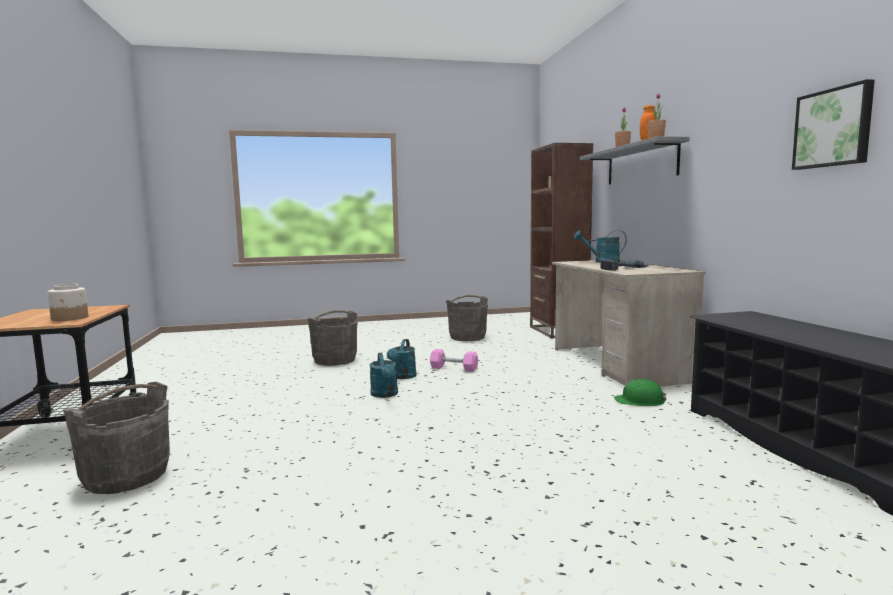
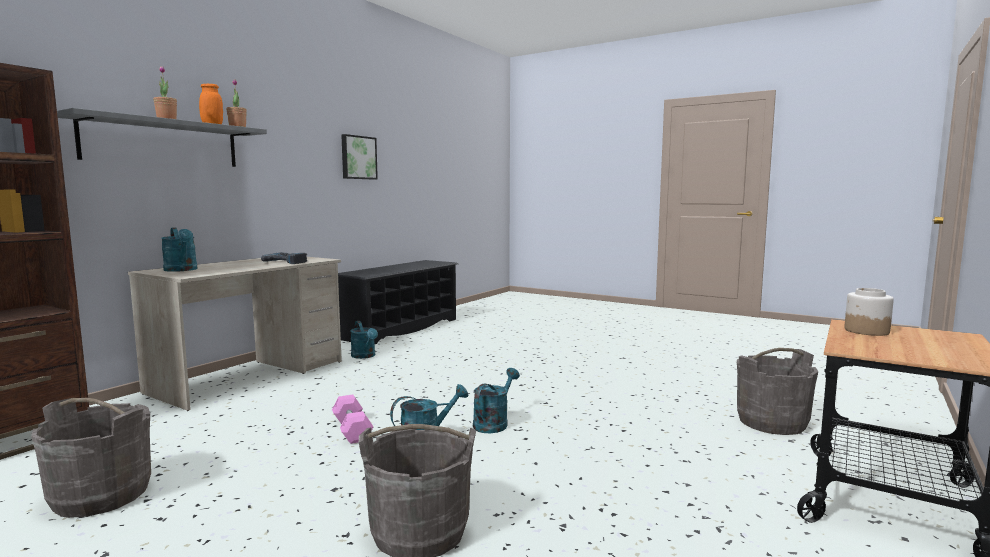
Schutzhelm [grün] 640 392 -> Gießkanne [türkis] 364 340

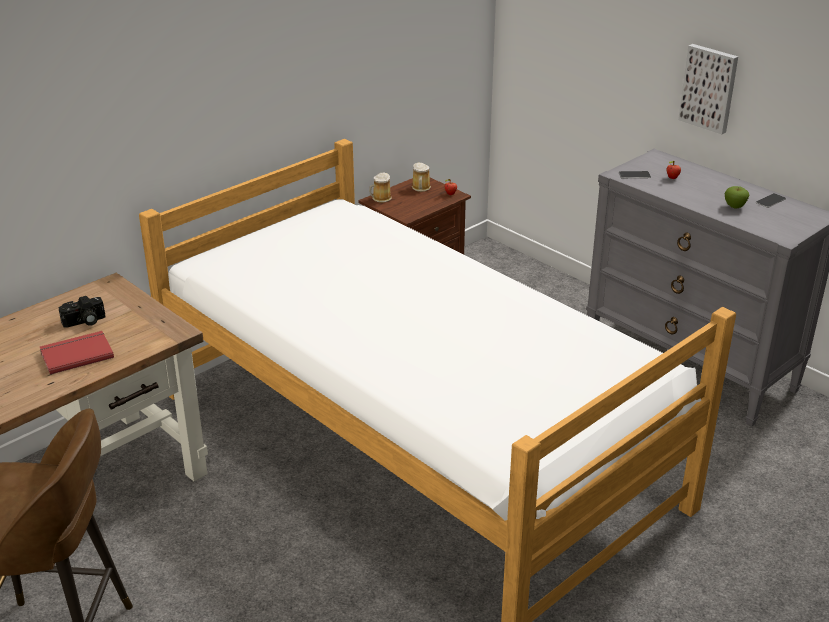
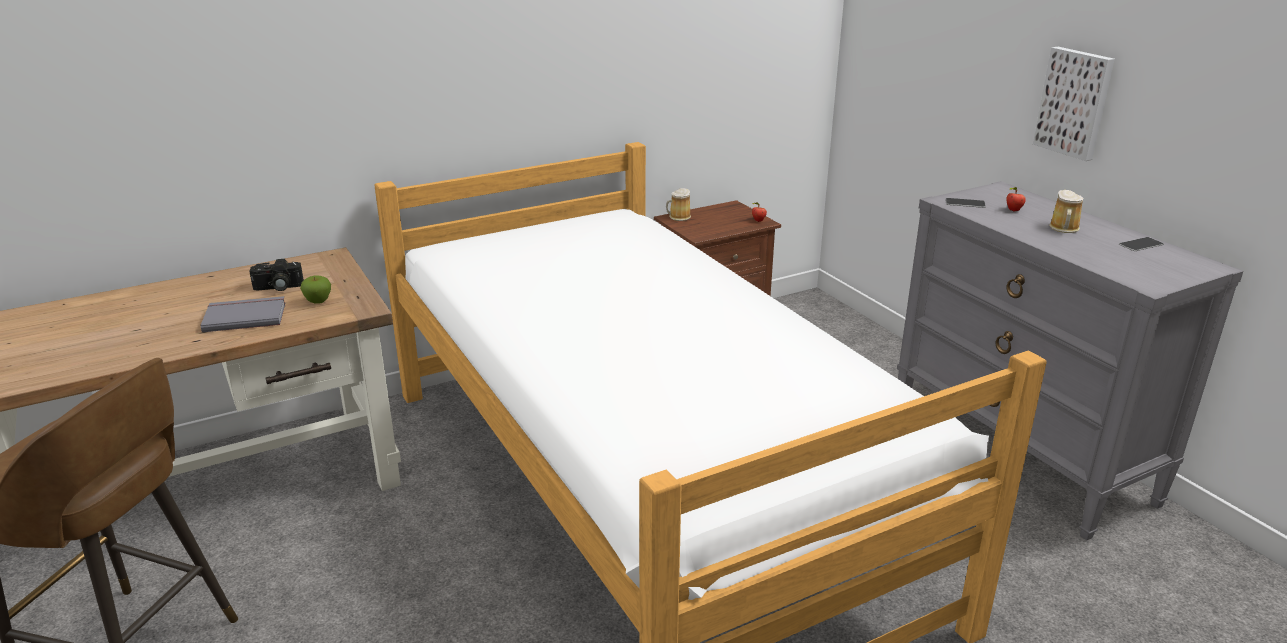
Buch [rot] 77 353 -> Buch [grau] 242 314
Henkelbecher 421 177 -> Henkelbecher 1066 211, move
Apfel 737 197 -> Apfel 315 290, move

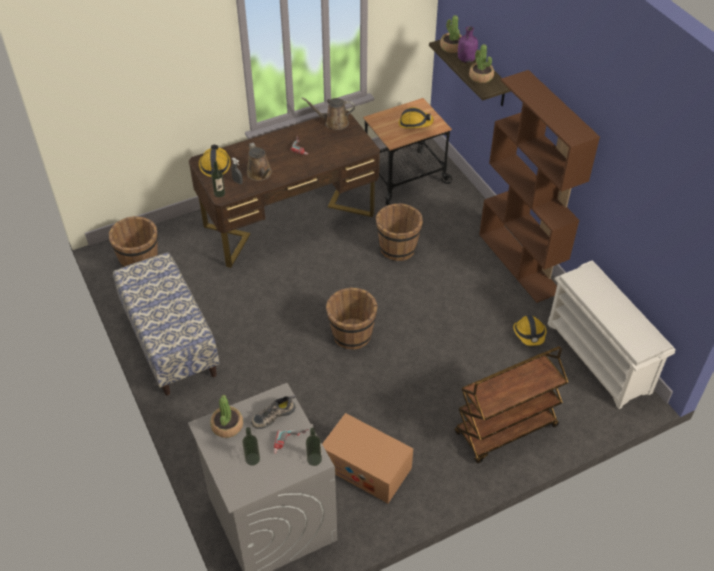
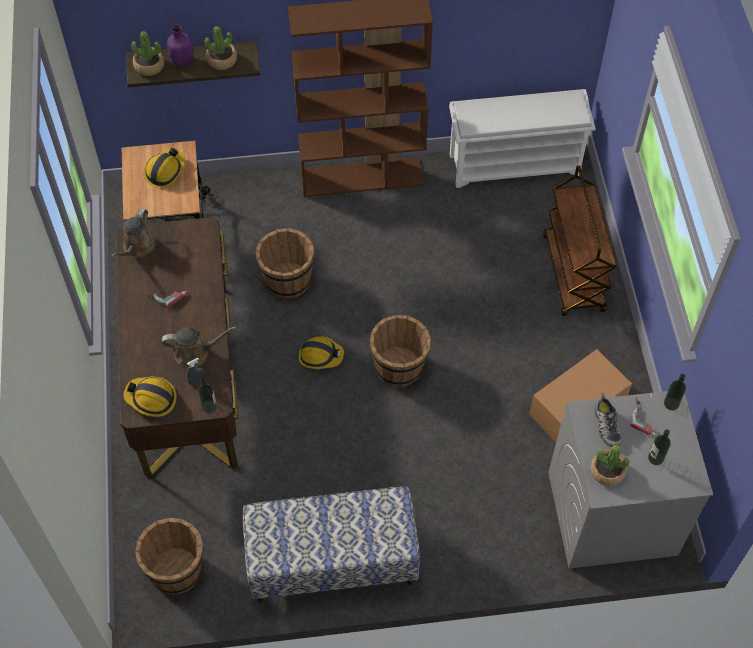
Schutzhelm 530 330 -> Schutzhelm 321 352, move

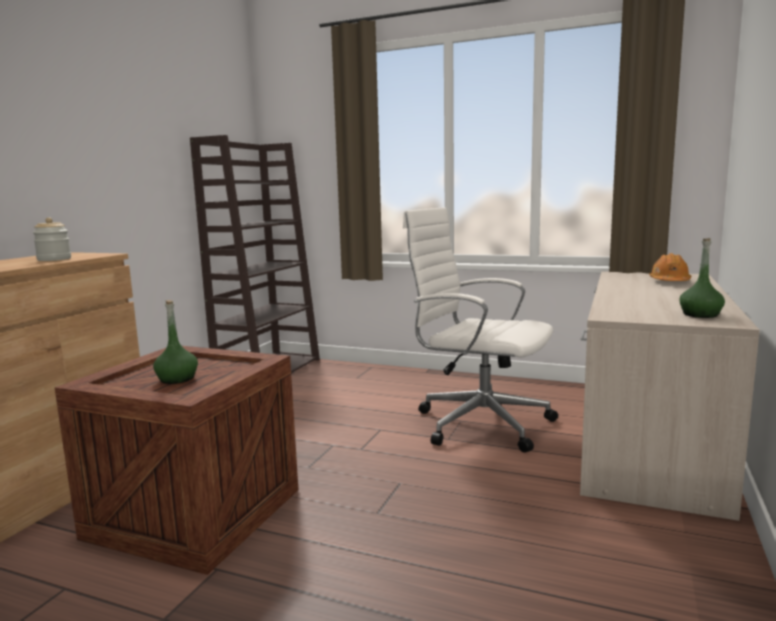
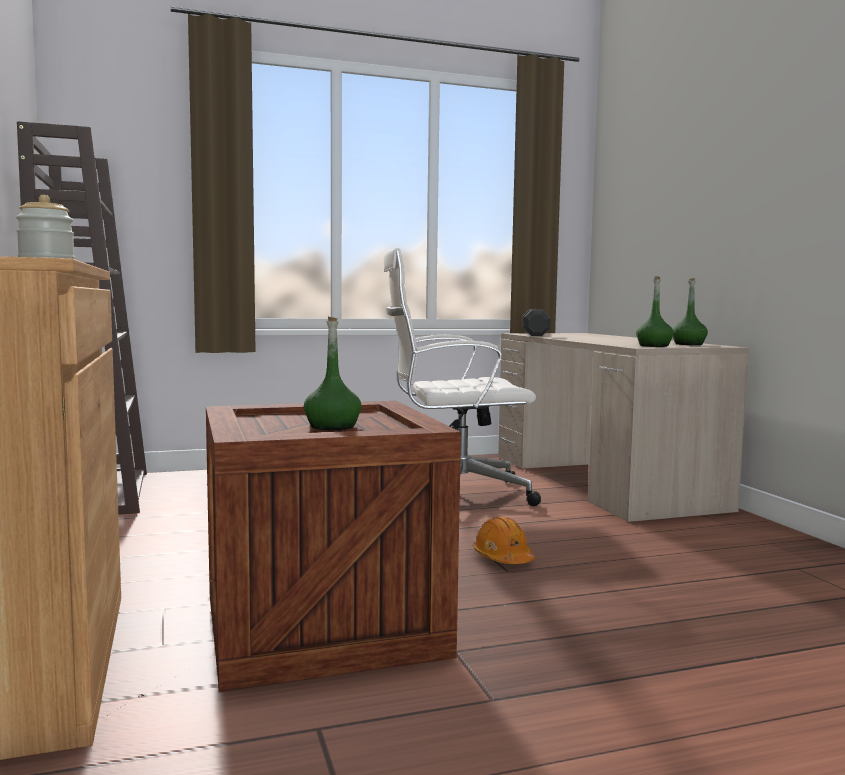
Schutzhelm [orange] 670 267 -> Schutzhelm [orange] 504 540, move
none -> Hantel [schwarz] 536 322
none -> Flasche [grün] 655 311

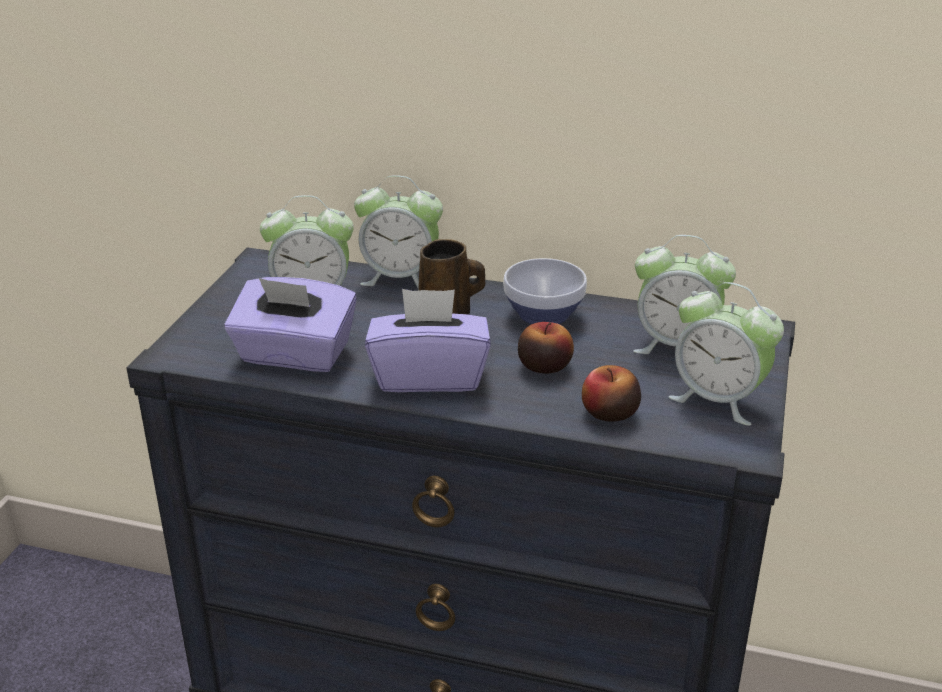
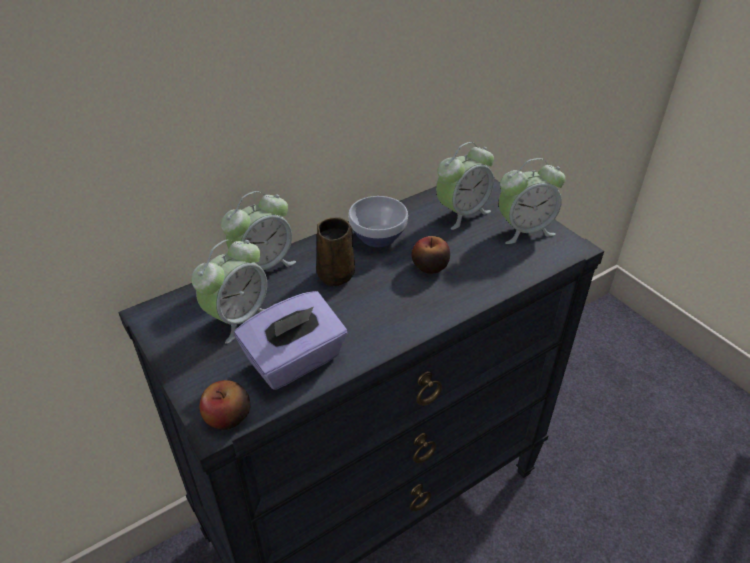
Taschentuchbox [lila] 428 340 -> none
Apfel 611 393 -> Apfel 224 405, move

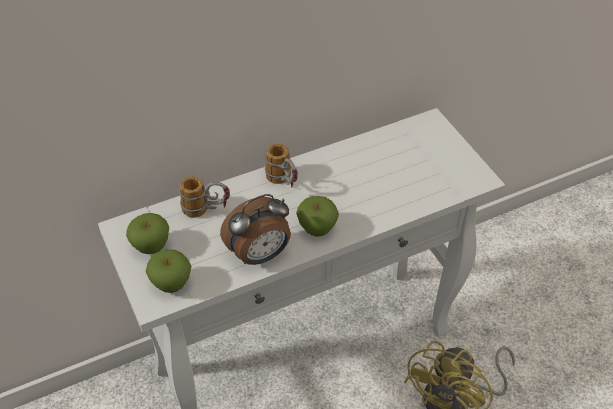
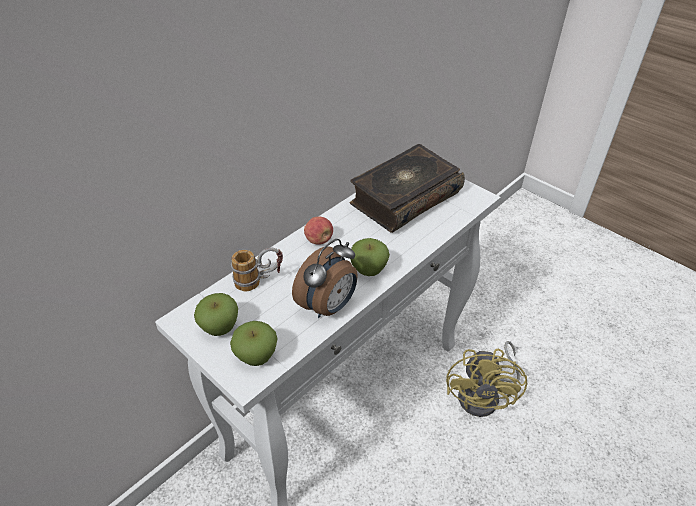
Henkelbecher 281 166 -> Apfel 318 231
none -> Buch 407 188

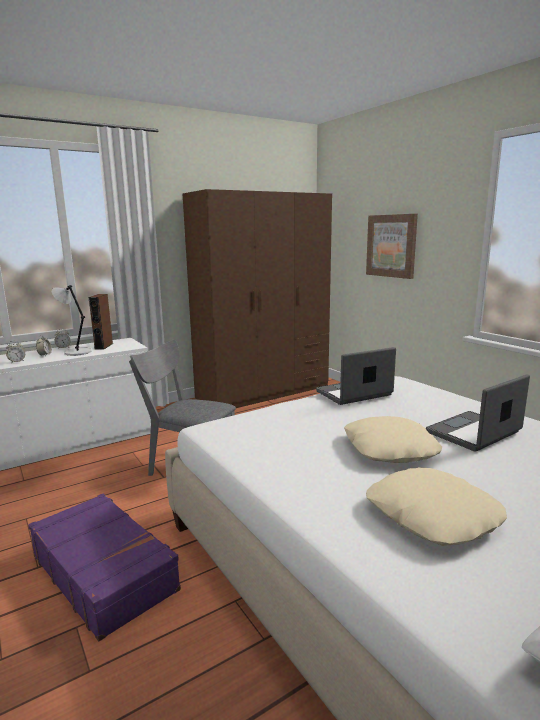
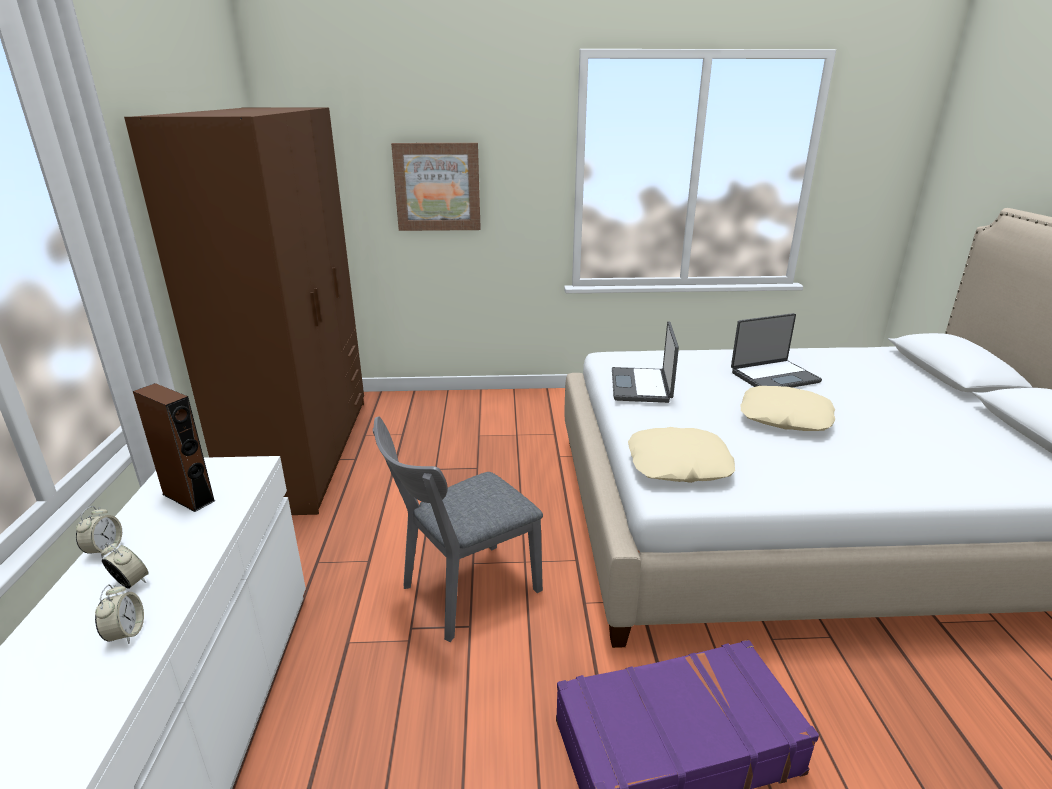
Tischlampe [grau] 71 320 -> none
Kissen [beige] 436 506 -> Kissen [beige] 681 455, move
Laptop 478 413 -> Laptop 776 350, 105 degrees counterclockwise

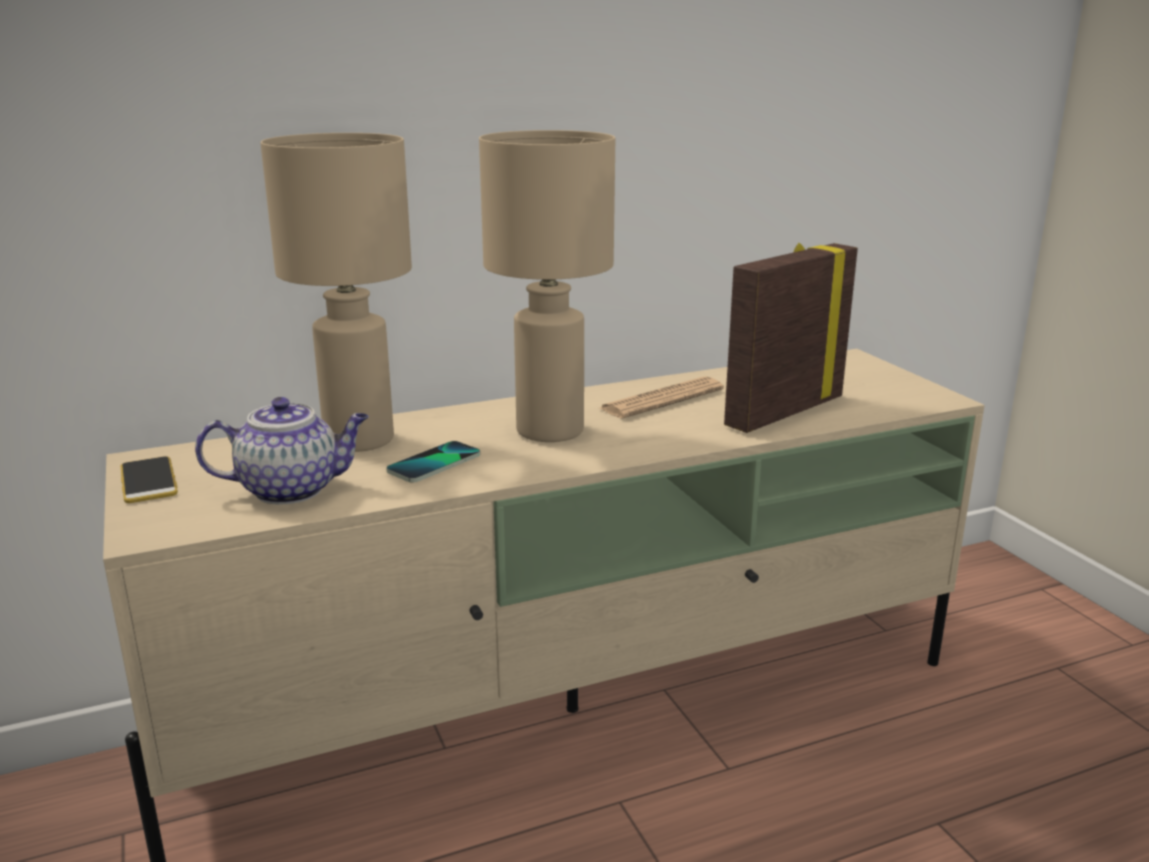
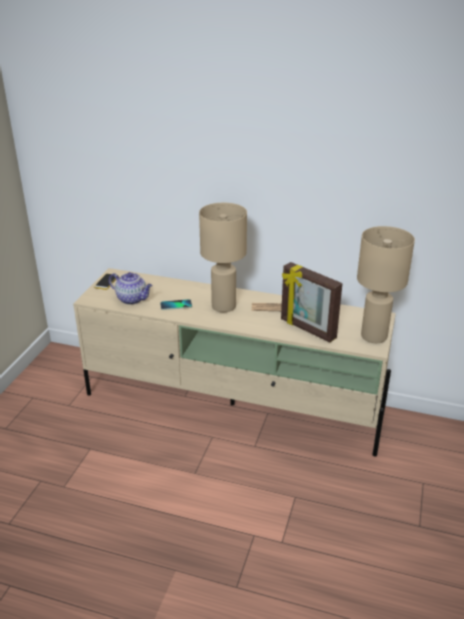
Tischlampe [beige] 336 292 -> Tischlampe [beige] 386 284, move
Bilderrahmen 791 338 -> Bilderrahmen 311 302, 135 degrees counterclockwise

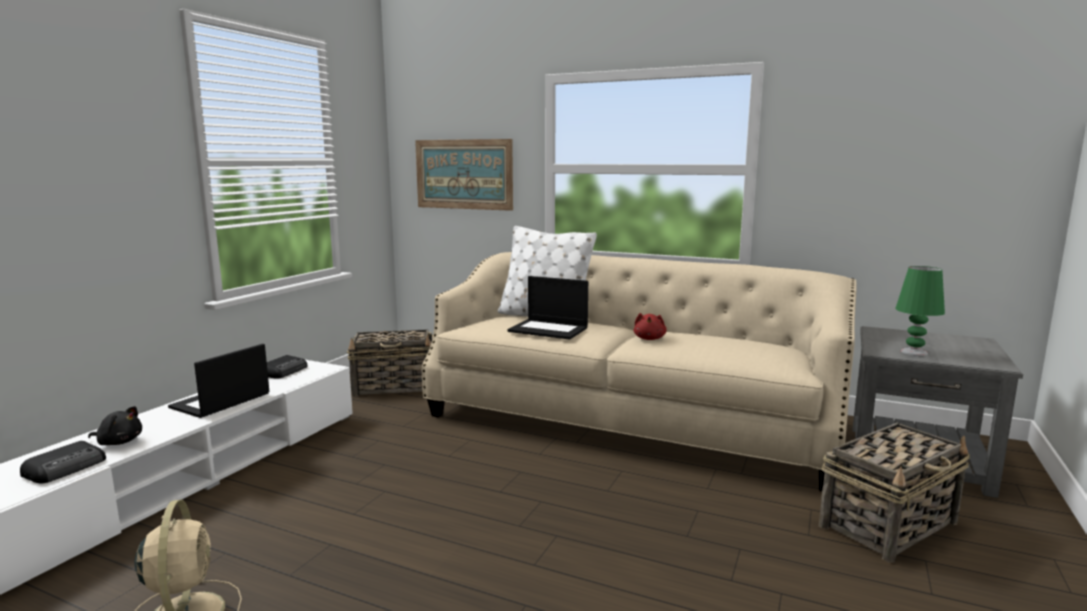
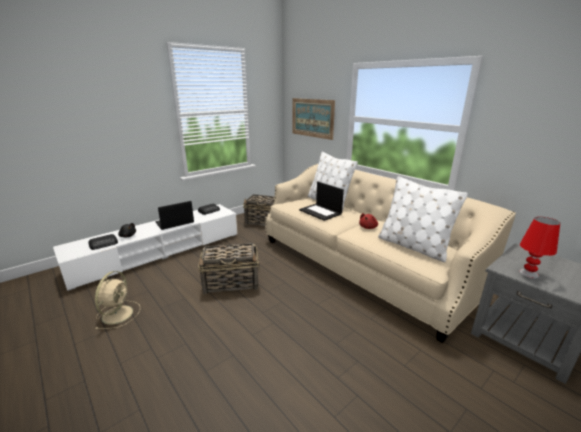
Korb 894 493 -> Korb 229 268, move
Tischlampe [grün] 920 311 -> Tischlampe [rot] 539 248
none -> Kissen [weiß] 423 219

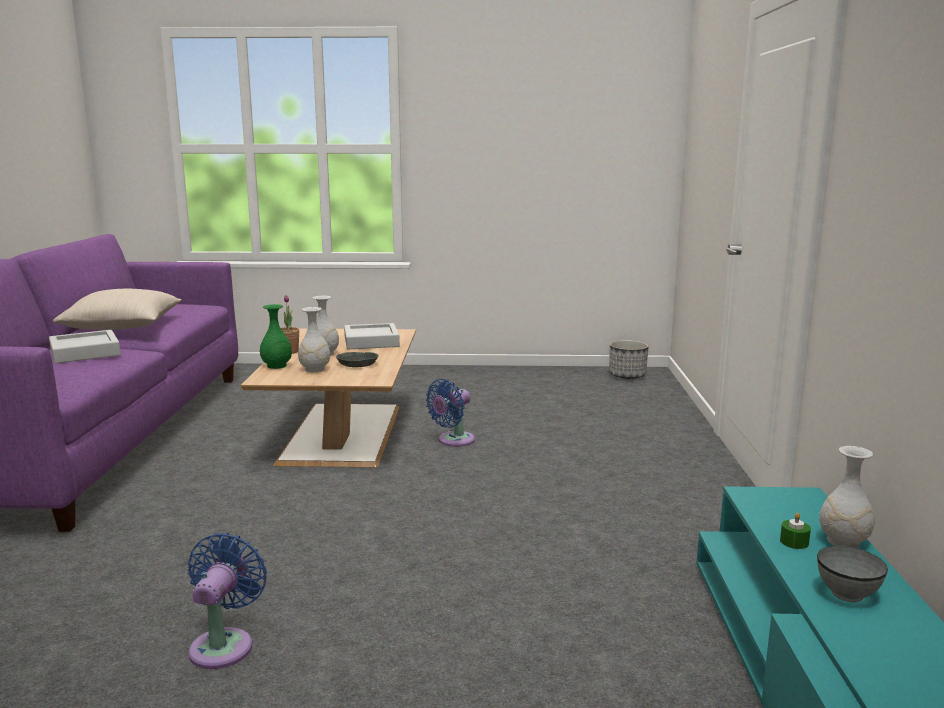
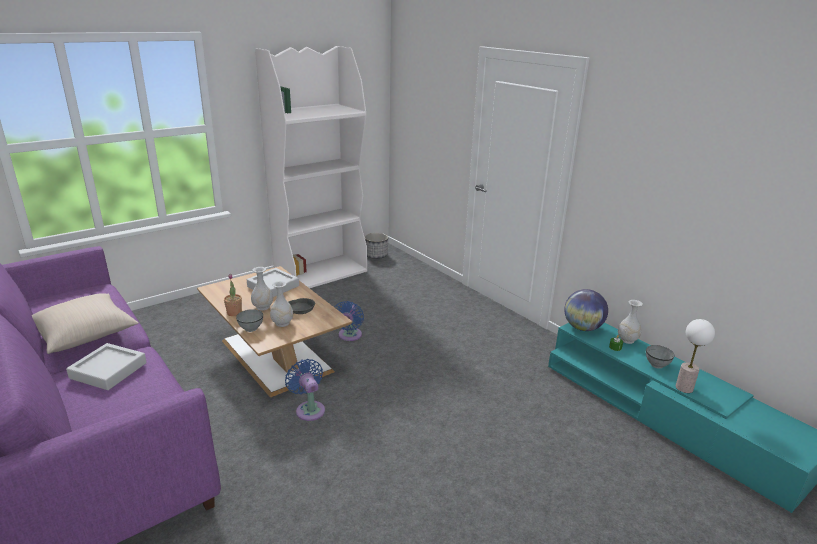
Ventilator [blau] 227 601 -> Ventilator [blau] 305 390, move
Vase [grün] 276 336 -> Schüssel [grau] 249 320
none -> Bücherregal [weiß] 311 167
none -> Globus 586 310
none -> Tischlampe 695 356

